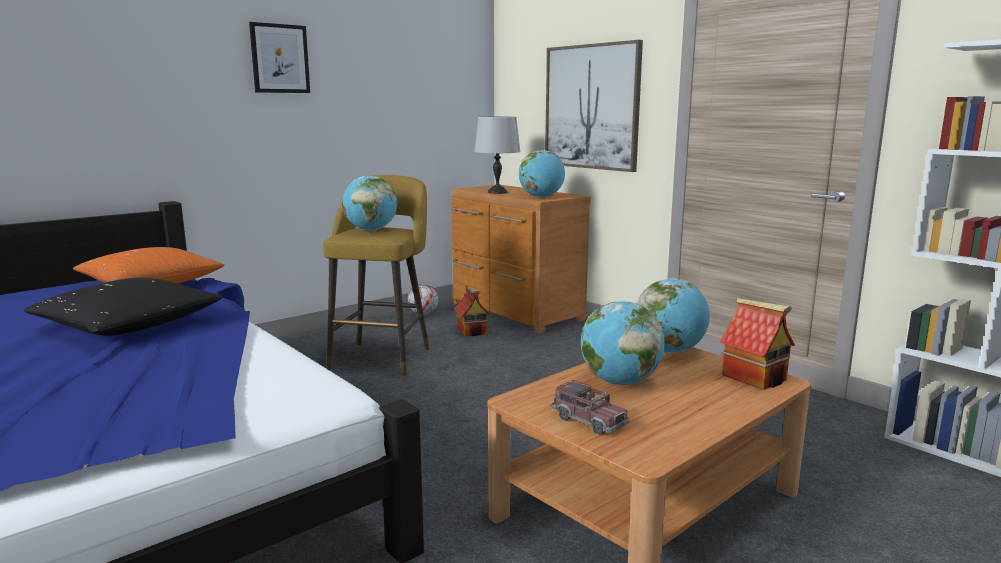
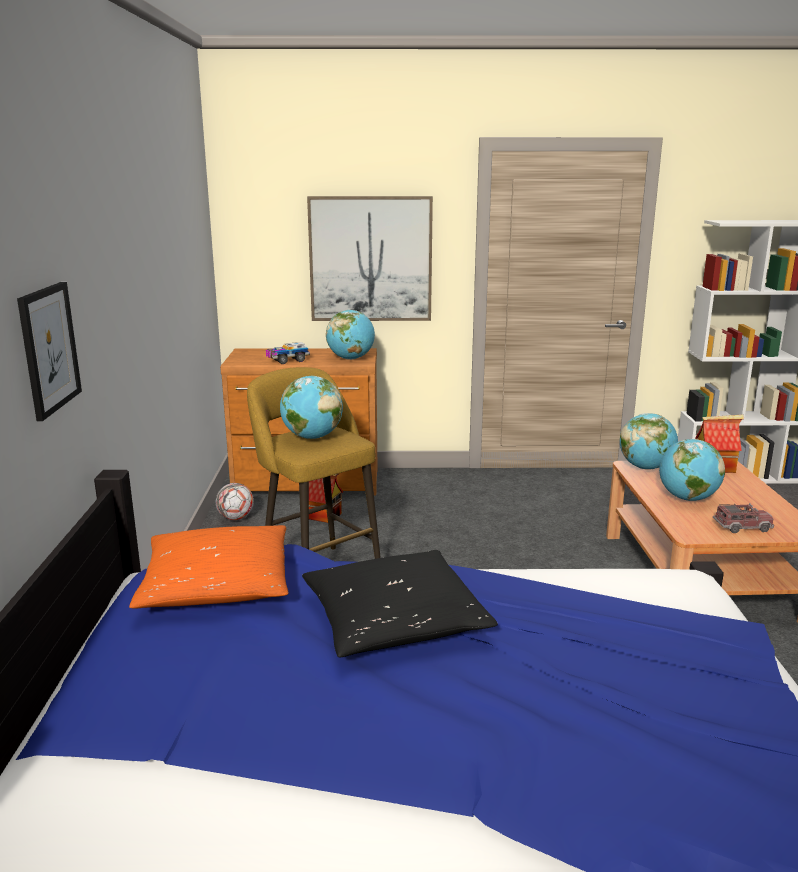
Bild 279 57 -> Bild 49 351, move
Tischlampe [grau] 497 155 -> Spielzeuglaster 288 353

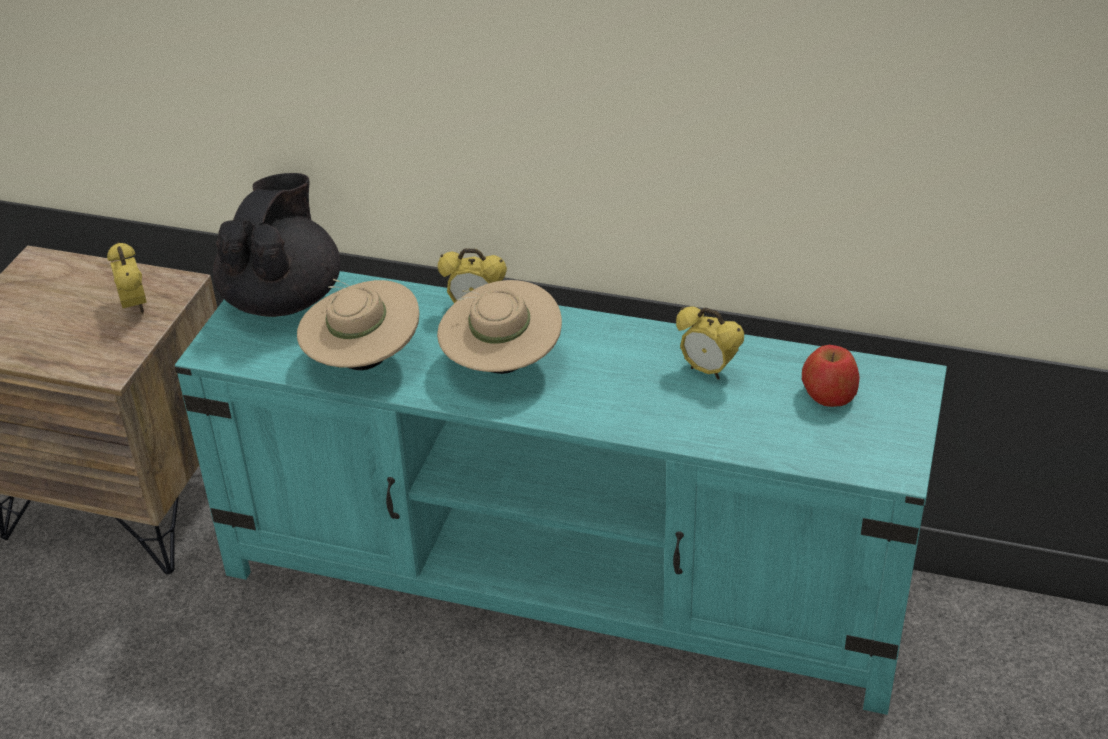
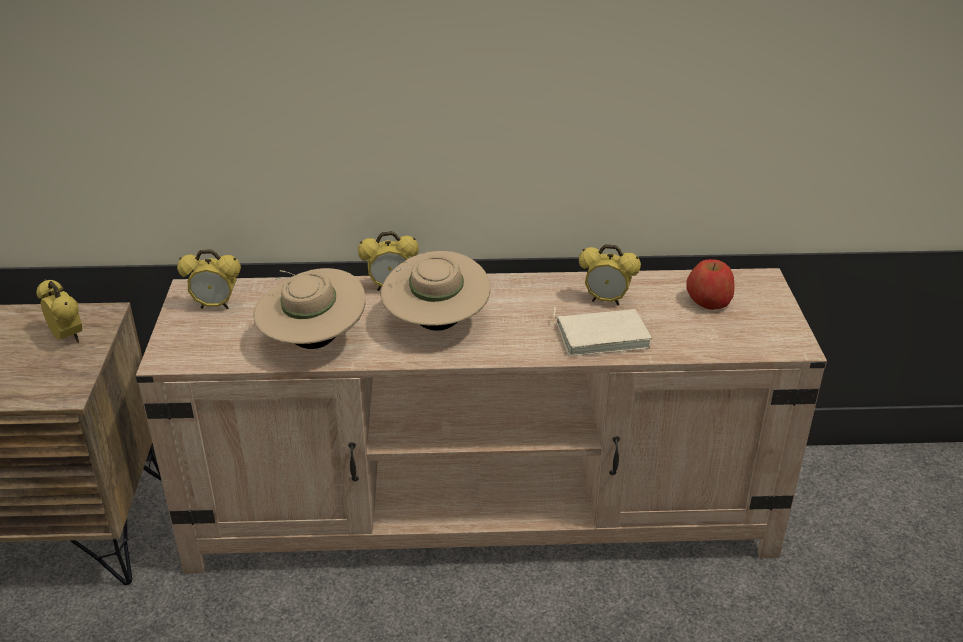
Fernsehschrank [türkis] 561 493 -> Fernsehschrank [beige] 481 421
Teekanne [schwarz] 277 245 -> Wecker 209 279
none -> Buch [beige] 602 331

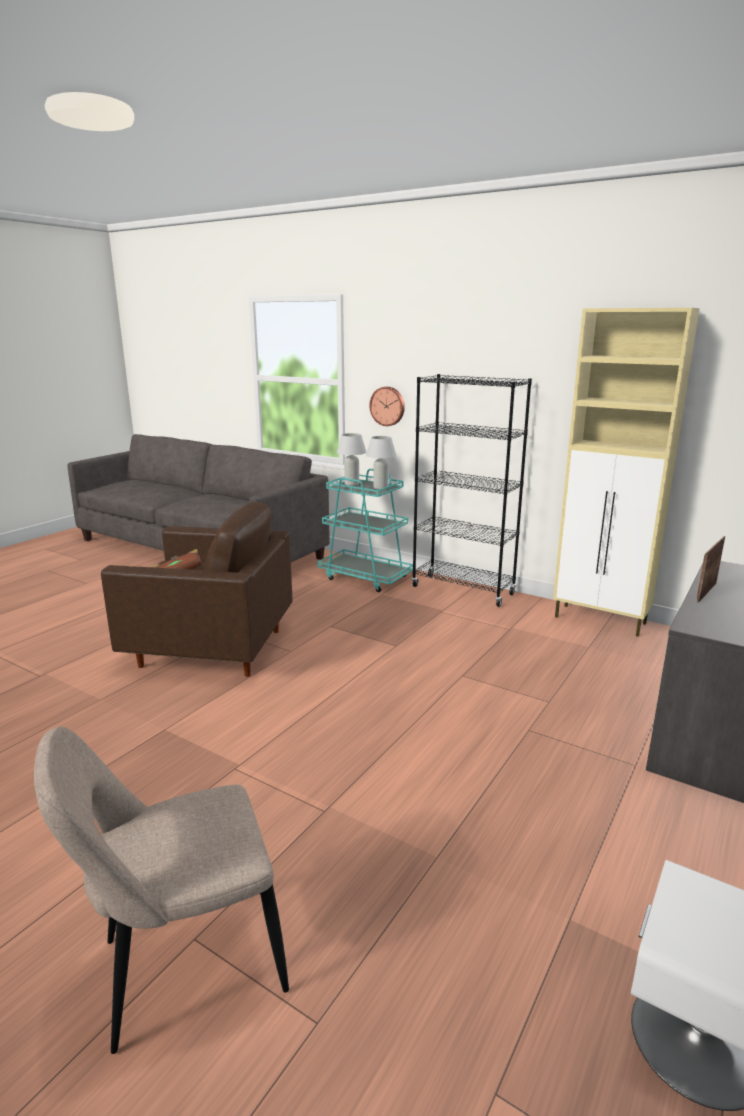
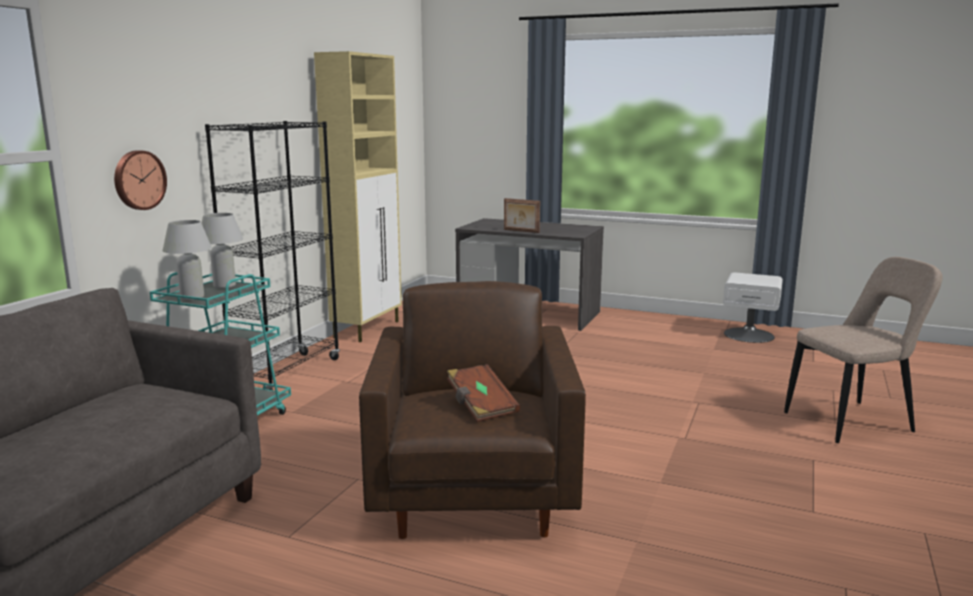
Stuhl [beige] 161 890 -> Stuhl [beige] 863 350, 75 degrees counterclockwise

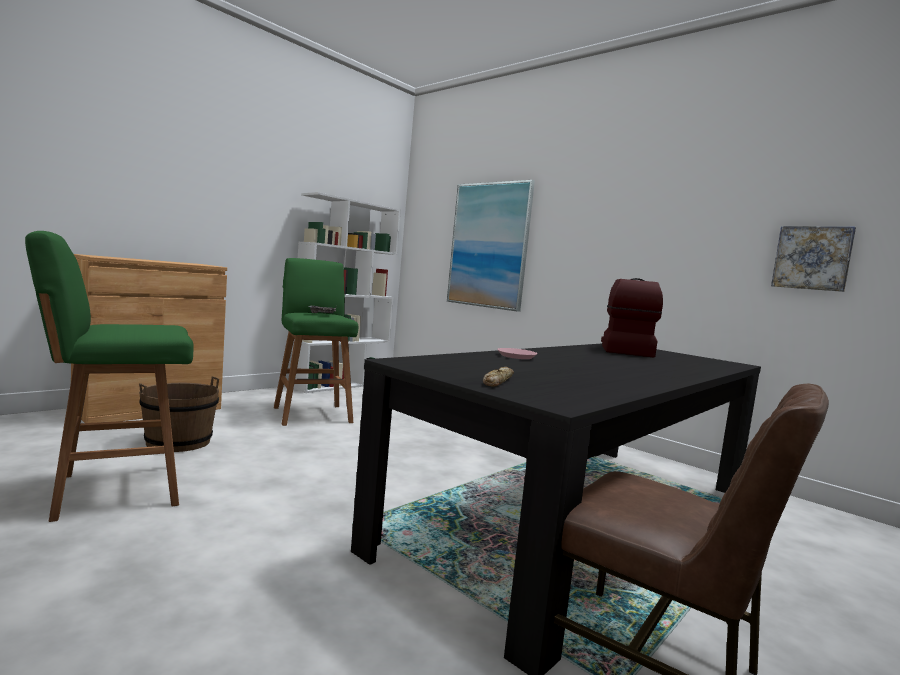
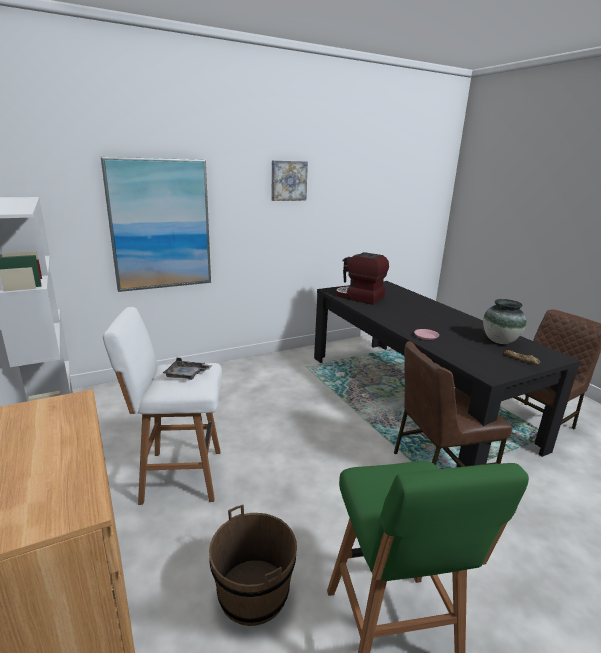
Hocker [grün] 316 342 -> Hocker [weiß] 162 406
Bild 813 259 -> Bild 289 180, move
none -> Stuhl [braun] 453 404
none -> Vase 505 321

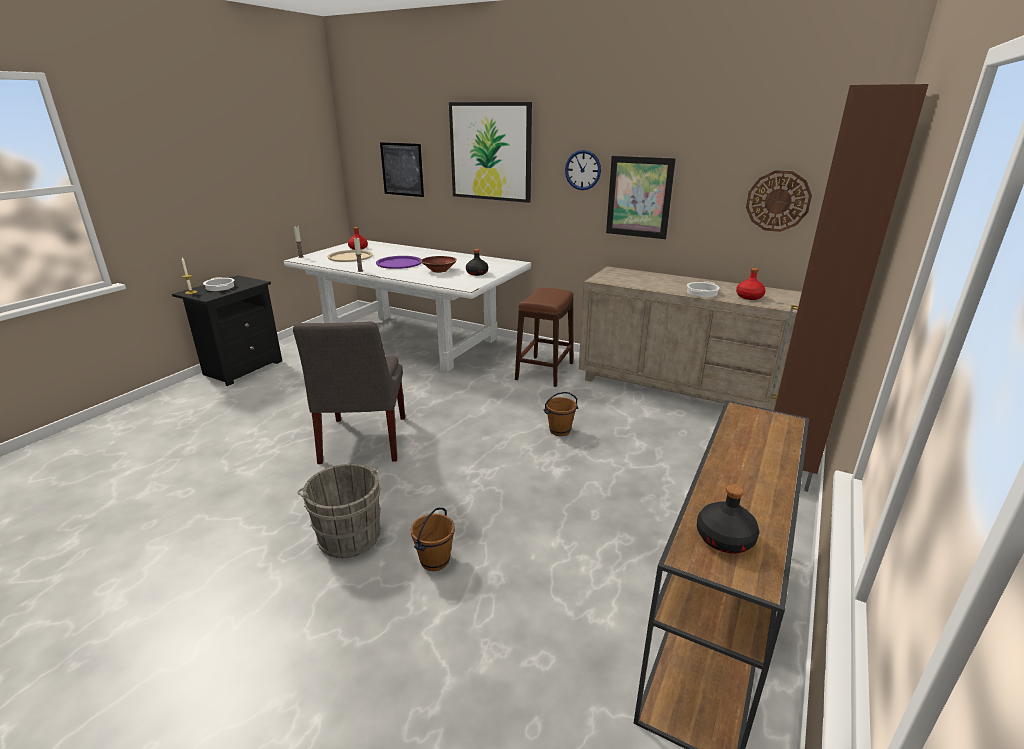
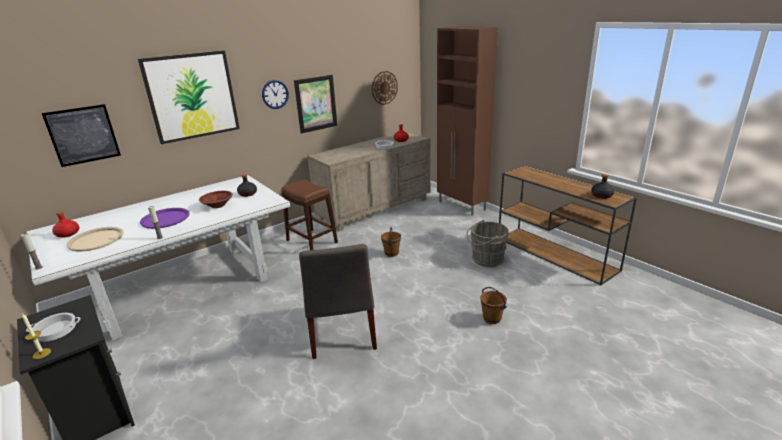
Stuhl [grau] 349 392 -> Stuhl [grau] 338 301, 60 degrees clockwise
Eimer [grau] 339 511 -> Eimer [grau] 488 243, move

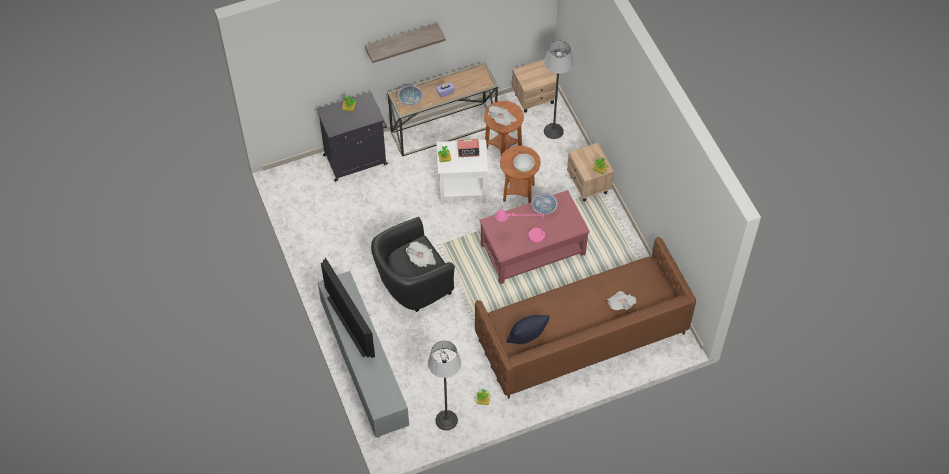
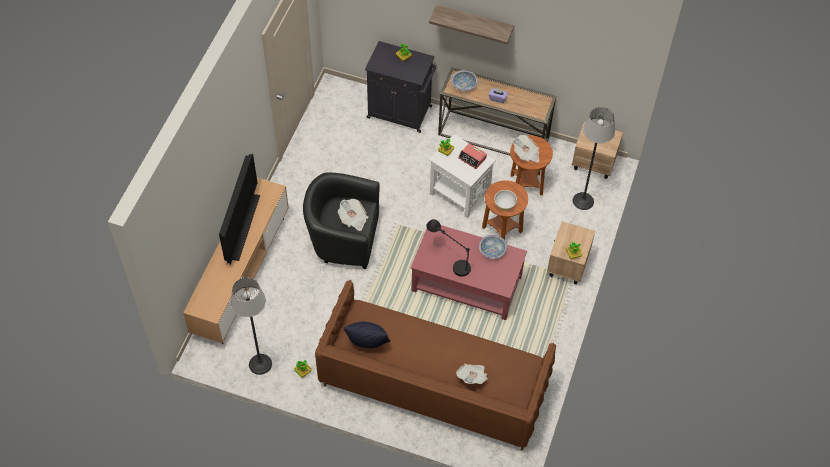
Fernsehschrank [grau] 363 354 -> Fernsehschrank [braun] 236 260
Tischlampe [rosa] 520 226 -> Tischlampe [schwarz] 448 247

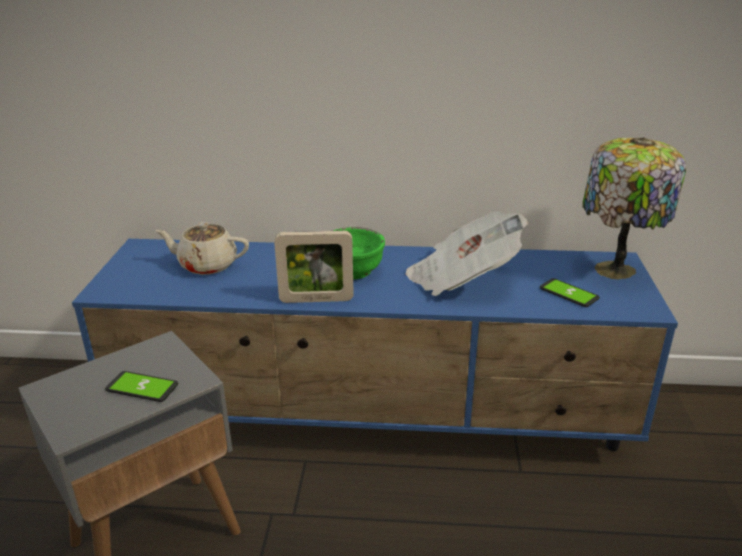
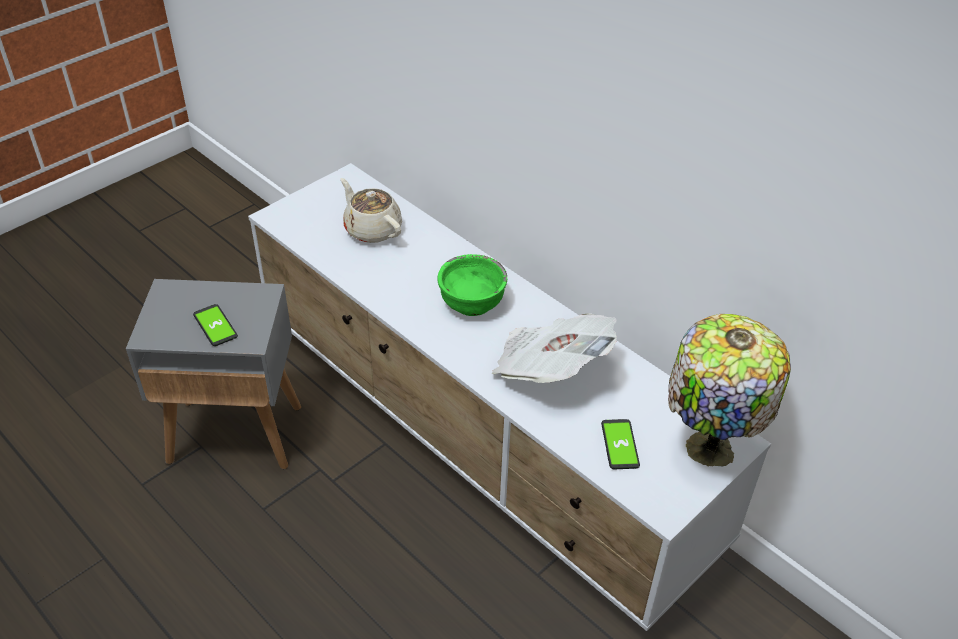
Fernsehschrank [blau] 375 345 -> Fernsehschrank [weiß] 509 397
Bilderrahmen 314 267 -> none

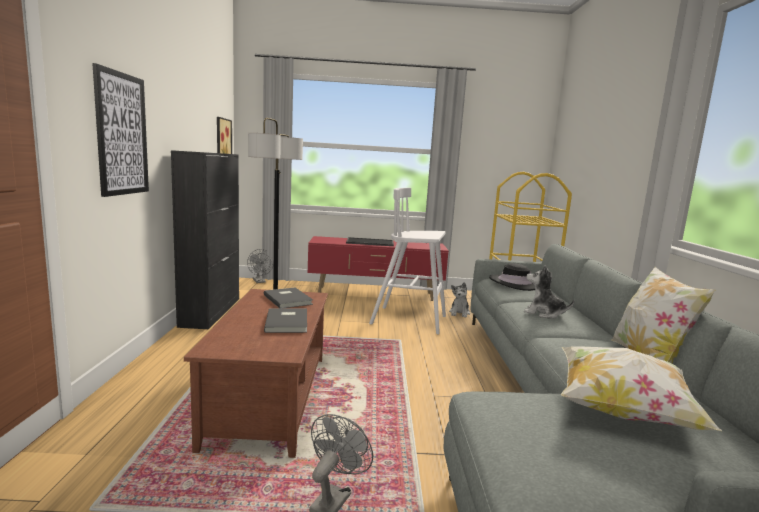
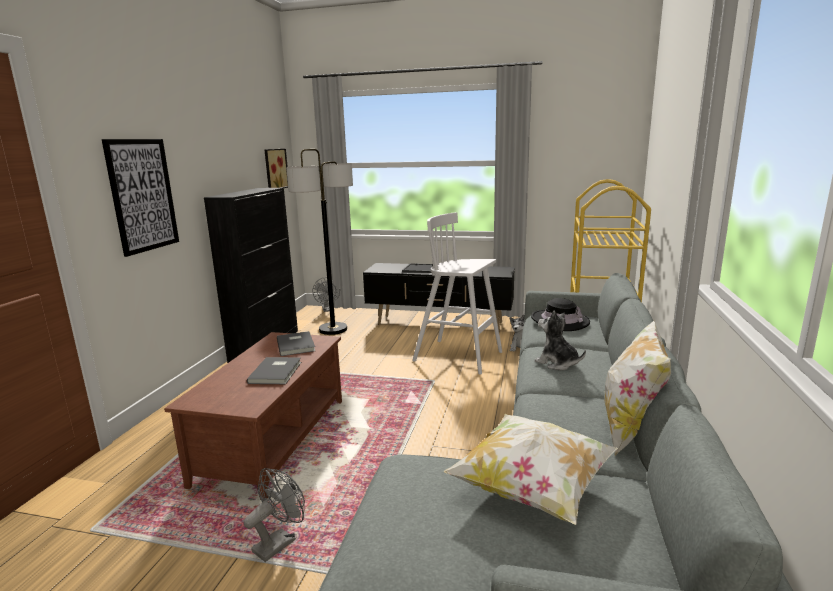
Fernsehschrank [rot] 378 268 -> Fernsehschrank [schwarz] 439 297

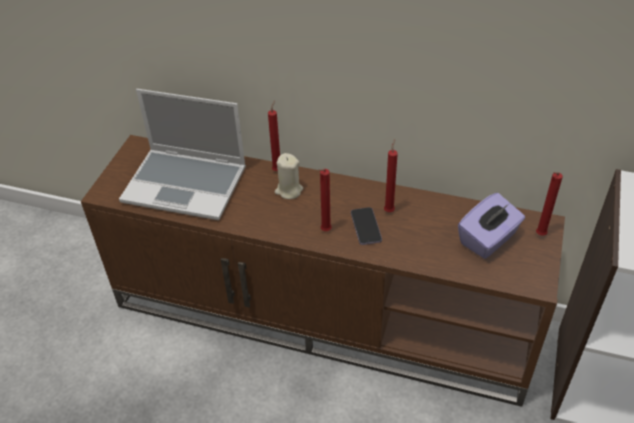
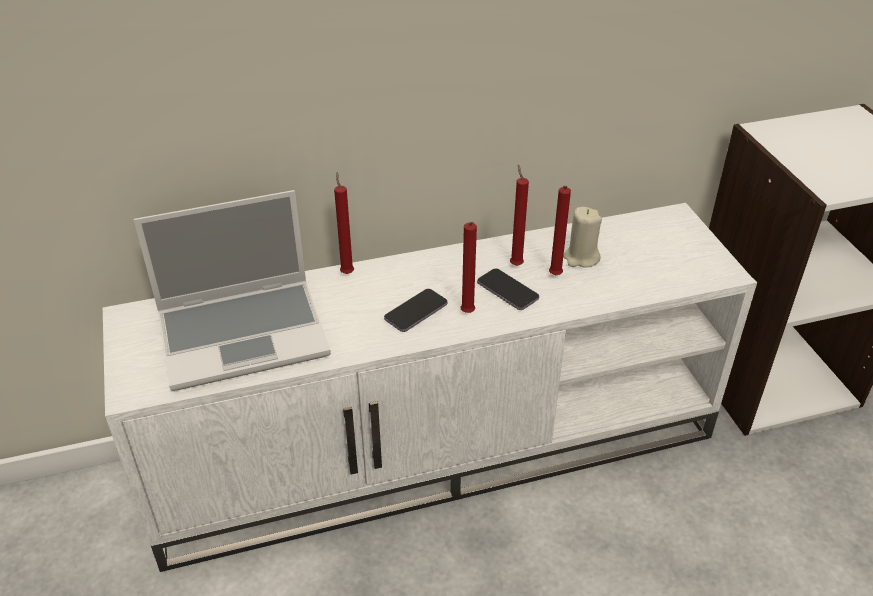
Fernsehschrank [braun] 323 271 -> Fernsehschrank [weiß] 430 387
Kerze [beige] 289 176 -> Kerze [beige] 582 237, move
Taschentuchbox [lila] 491 226 -> none
Kerze [rot] 549 204 -> Kerze [rot] 560 230, move
none -> Handy 416 310

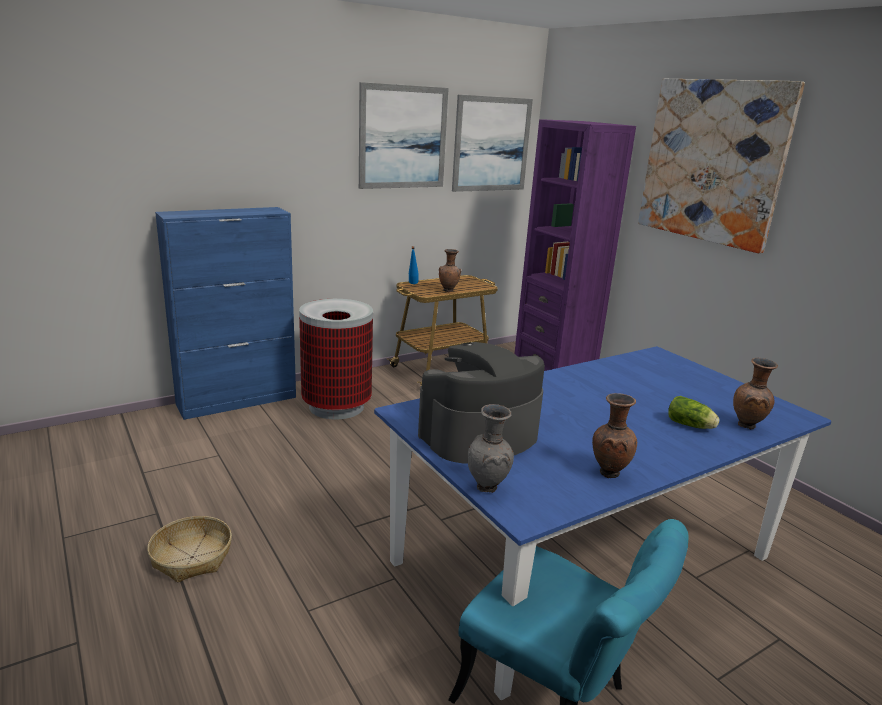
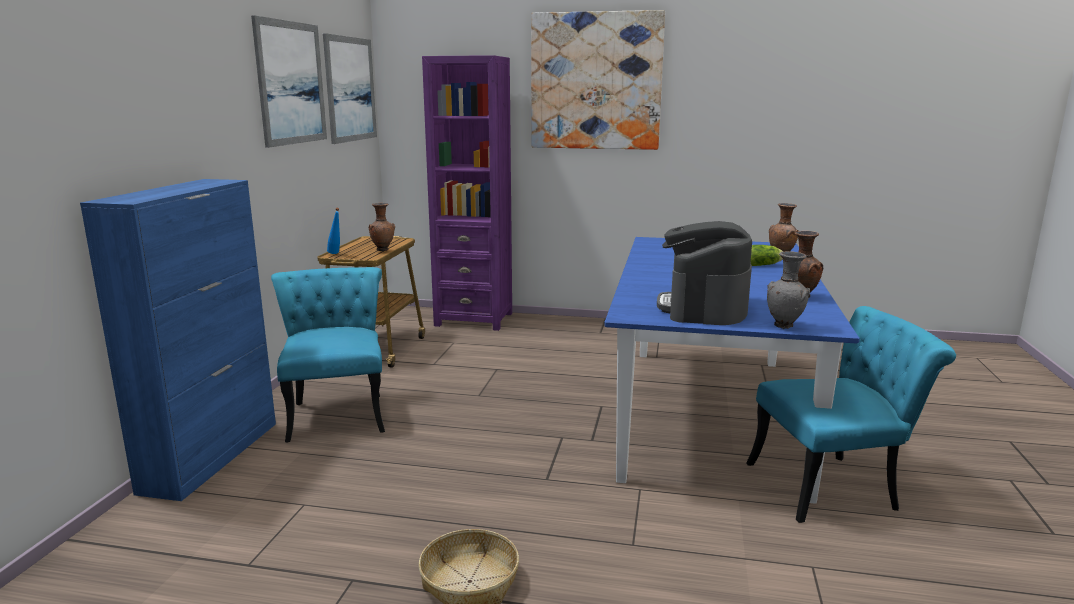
Mülleimer 336 359 -> Stuhl [türkis] 328 354

